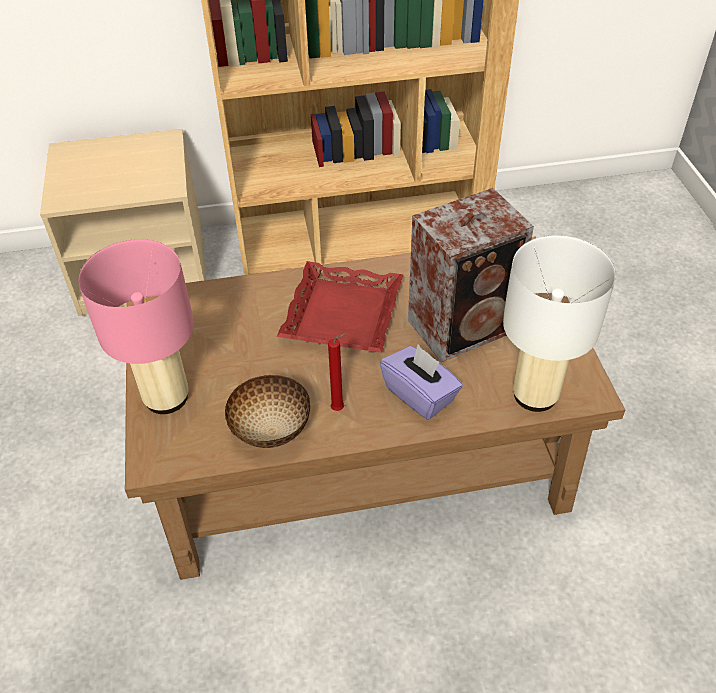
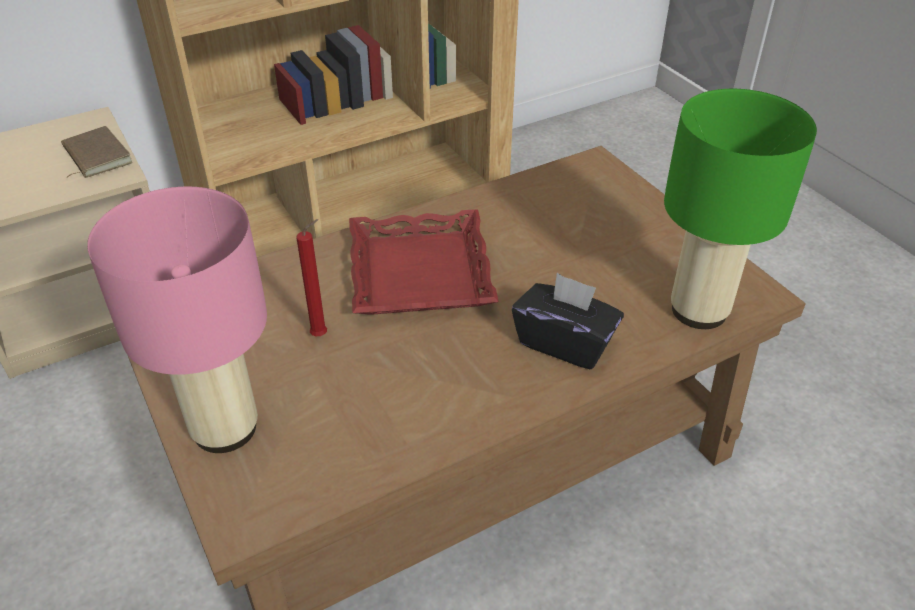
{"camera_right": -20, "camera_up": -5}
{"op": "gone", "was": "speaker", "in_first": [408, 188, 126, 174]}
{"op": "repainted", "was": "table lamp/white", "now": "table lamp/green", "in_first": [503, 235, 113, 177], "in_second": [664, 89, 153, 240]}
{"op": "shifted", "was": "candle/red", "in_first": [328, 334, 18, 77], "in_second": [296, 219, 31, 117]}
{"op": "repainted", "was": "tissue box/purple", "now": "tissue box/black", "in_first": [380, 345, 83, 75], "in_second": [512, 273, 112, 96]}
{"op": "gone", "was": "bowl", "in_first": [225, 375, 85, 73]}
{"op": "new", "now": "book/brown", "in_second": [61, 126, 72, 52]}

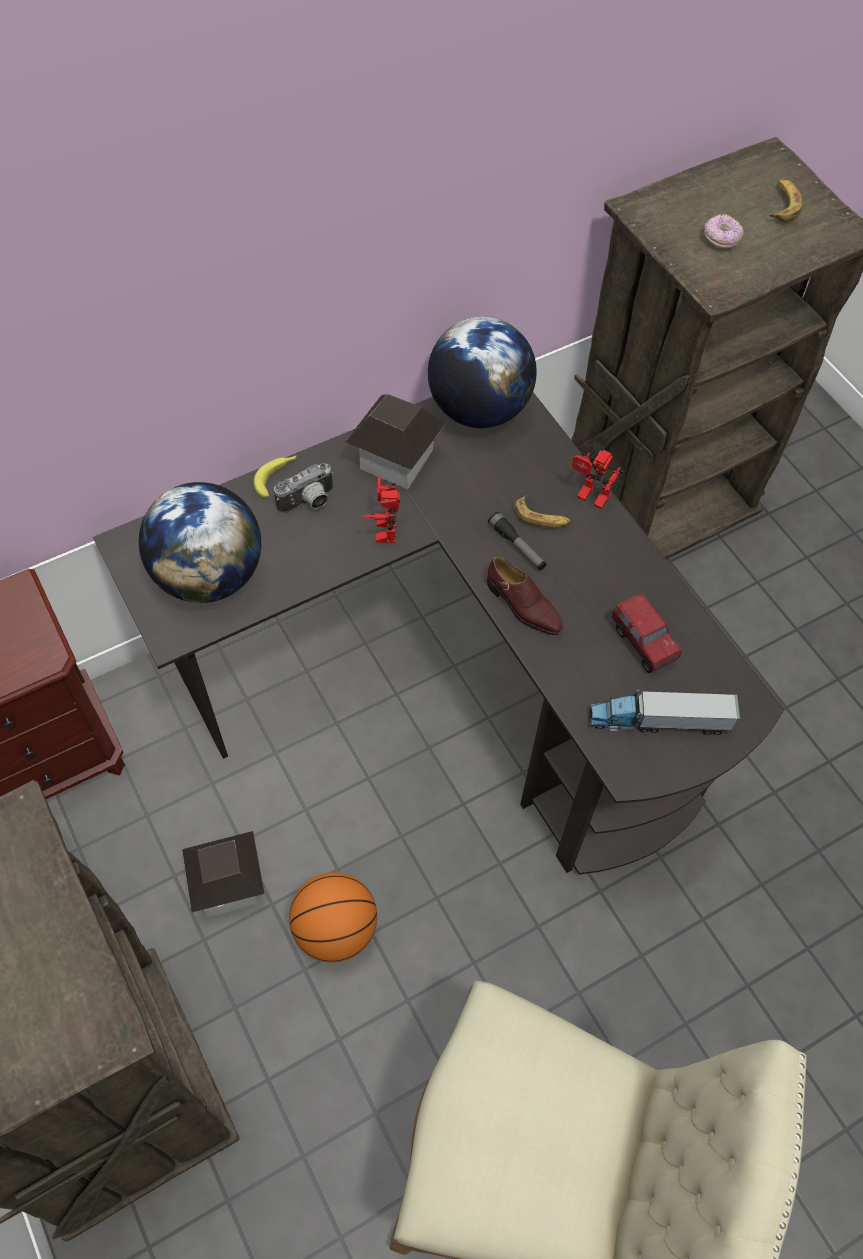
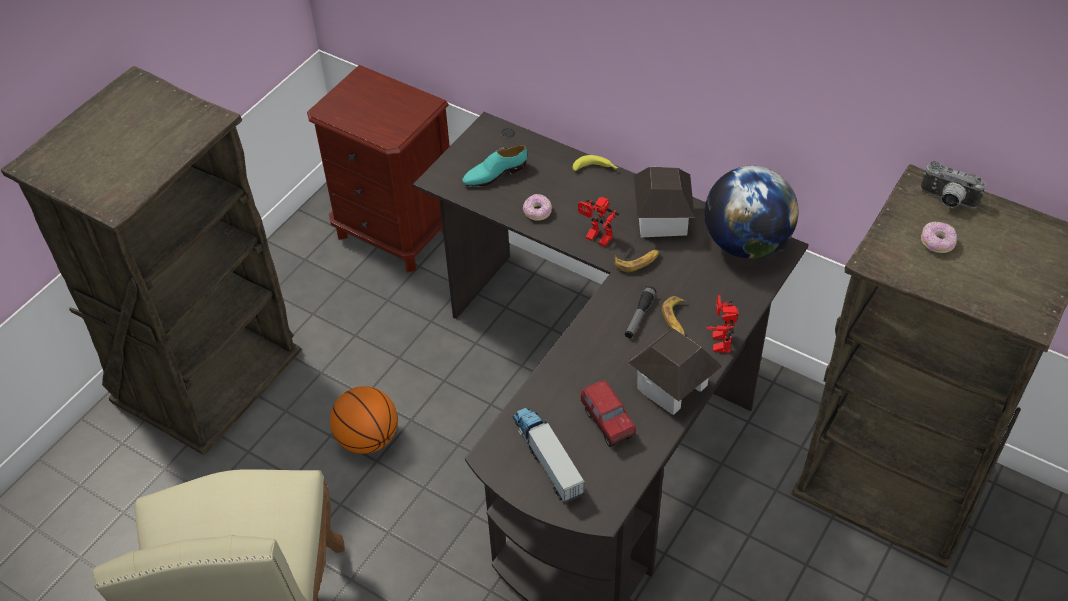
{"camera_right": 65, "camera_up": -10}
{"op": "shifted", "was": "banana", "in_first": [769, 180, 34, 42], "in_second": [614, 250, 45, 22]}
{"op": "shifted", "was": "photo camera", "in_first": [274, 463, 60, 50], "in_second": [920, 161, 65, 47]}
{"op": "rotated", "was": "toy robot", "in_first": [361, 476, 39, 67], "in_second": [578, 197, 41, 50], "clockwise": -120}
{"op": "swapped", "was": "globe", "now": "shoe/turquoise", "in_first": [139, 482, 122, 121], "in_second": [462, 145, 65, 42]}
{"op": "gone", "was": "shoe/brown", "in_first": [487, 556, 76, 79]}
{"op": "rotated", "was": "toy truck", "in_first": [611, 594, 71, 79], "in_second": [581, 380, 55, 67], "clockwise": -60}
{"op": "shifted", "was": "toy house", "in_first": [182, 831, 82, 86], "in_second": [628, 329, 95, 86]}
{"op": "new", "now": "donut", "in_second": [523, 194, 29, 27]}

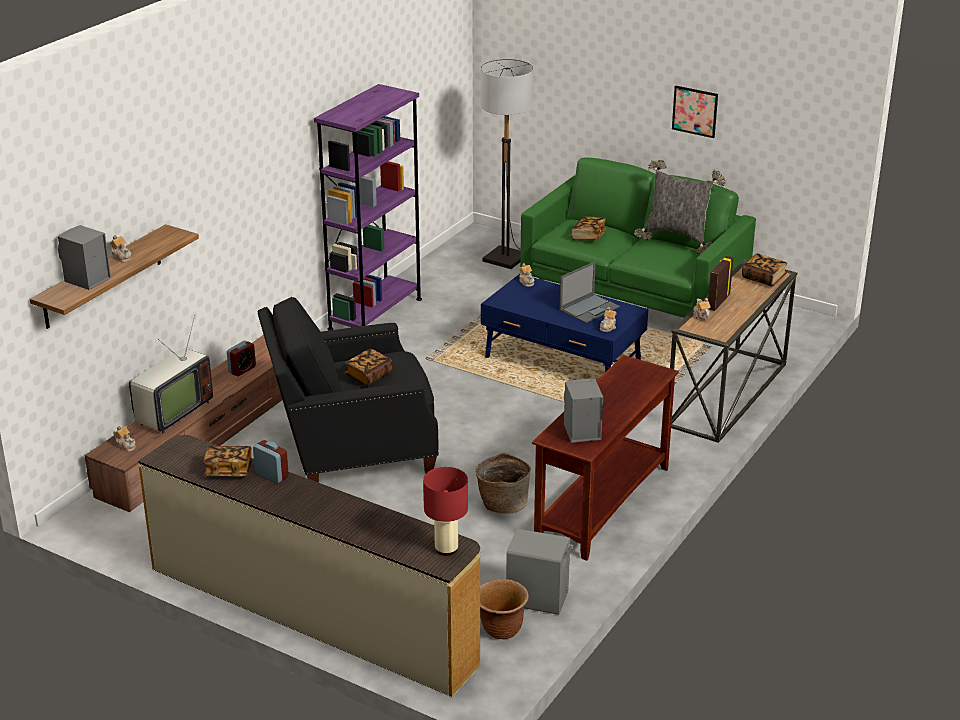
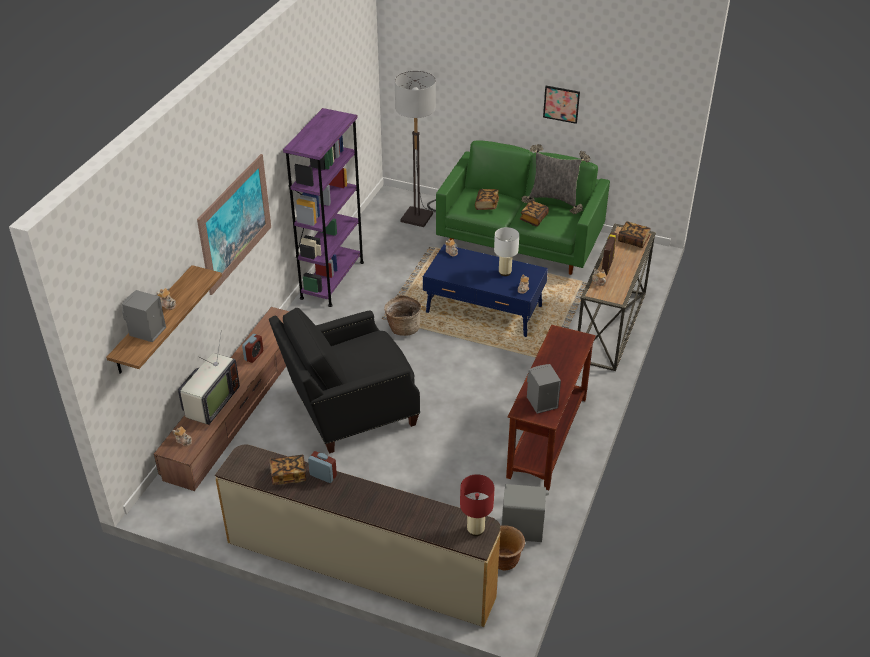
{"camera_right": -10, "camera_up": 10}
{"op": "swapped", "was": "laptop", "now": "table lamp/white", "in_first": [559, 262, 61, 61], "in_second": [494, 227, 25, 49]}
{"op": "shifted", "was": "book", "in_first": [345, 348, 48, 39], "in_second": [520, 201, 29, 26]}
{"op": "shifted", "was": "basket", "in_first": [475, 453, 56, 61], "in_second": [384, 294, 37, 42]}
{"op": "new", "now": "picture", "in_second": [197, 154, 74, 141]}

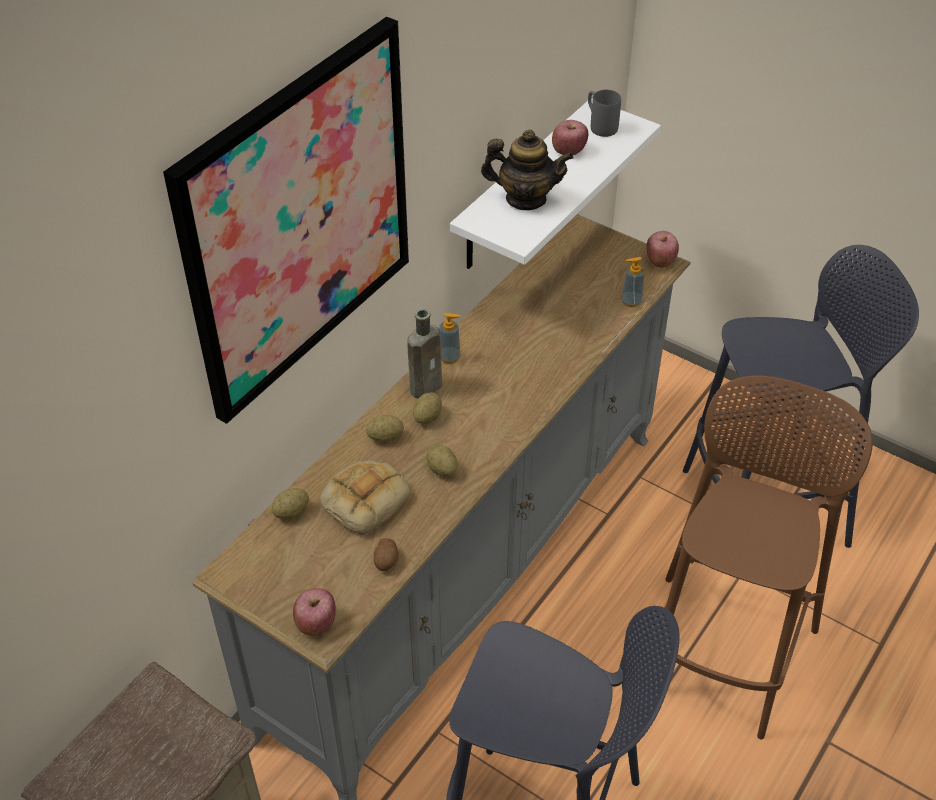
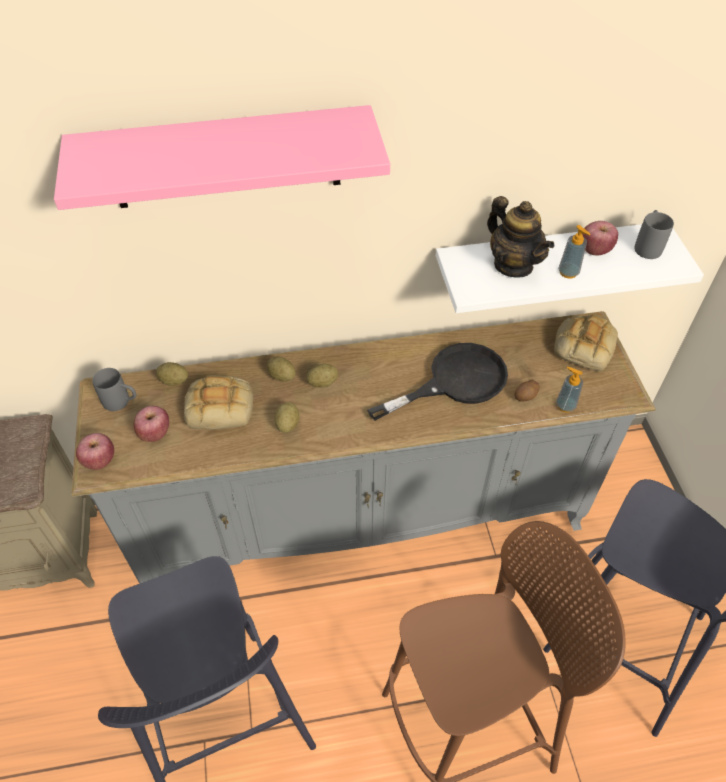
{"camera_right": 45, "camera_up": 5}
{"op": "swapped", "was": "picture", "now": "shelf/pink", "in_first": [163, 17, 246, 407], "in_second": [54, 105, 336, 105]}
{"op": "shifted", "was": "apple", "in_first": [646, 231, 33, 37], "in_second": [134, 406, 35, 36]}
{"op": "gone", "was": "bottle/brown", "in_first": [407, 309, 35, 89]}
{"op": "shifted", "was": "soap dispenser", "in_first": [439, 313, 22, 51], "in_second": [558, 225, 33, 53]}
{"op": "shifted", "was": "potato", "in_first": [374, 538, 25, 33], "in_second": [515, 380, 24, 22]}
{"op": "new", "now": "bread", "in_second": [554, 314, 64, 57]}
{"op": "new", "now": "frying pan/black", "in_second": [367, 343, 141, 78]}
{"op": "new", "now": "mug/grey", "in_second": [92, 368, 44, 43]}

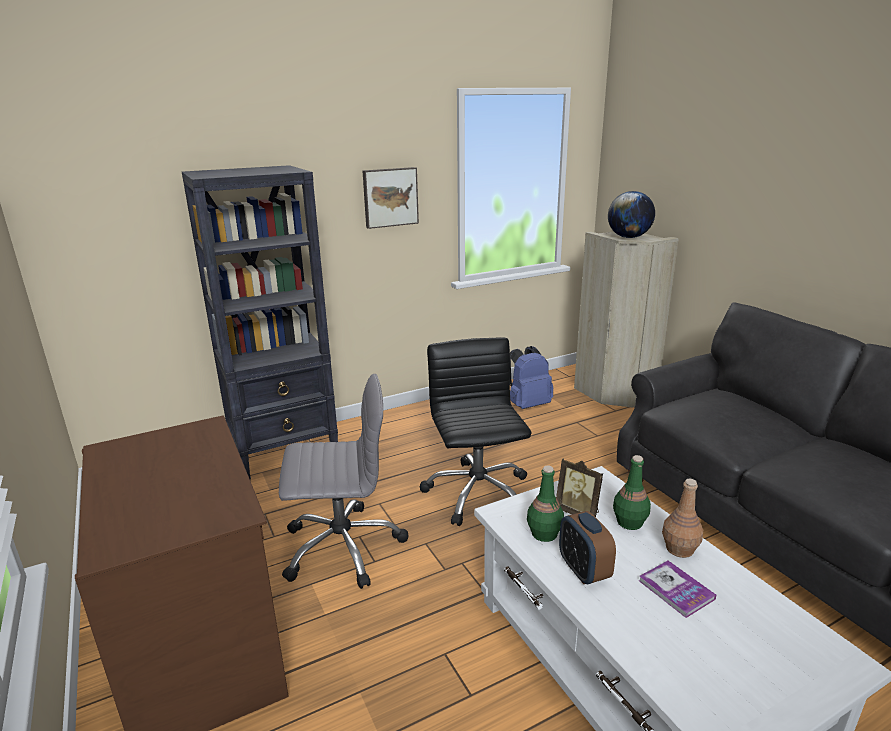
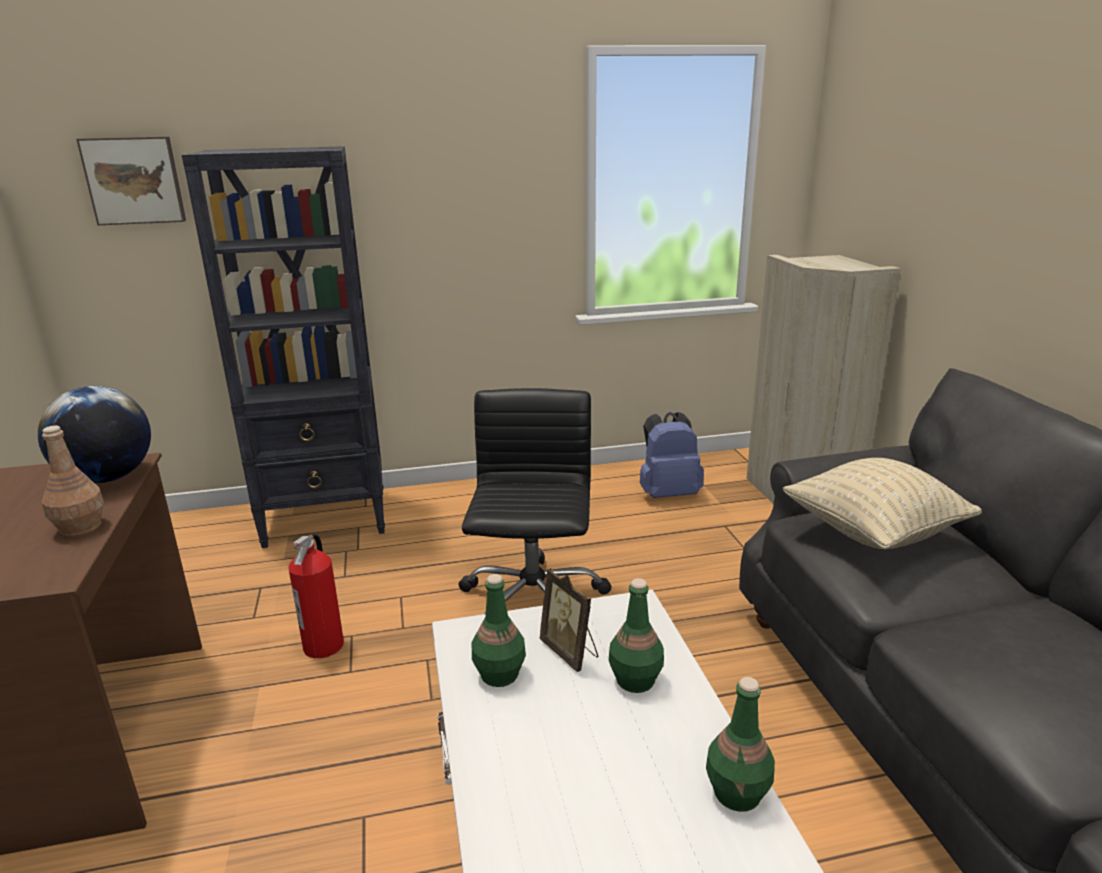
{"camera_right": 15, "camera_up": 0}
{"op": "shifted", "was": "picture", "in_first": [363, 167, 56, 62], "in_second": [76, 136, 110, 89]}
{"op": "shifted", "was": "globe", "in_first": [608, 191, 47, 47], "in_second": [38, 386, 113, 97]}
{"op": "swapped", "was": "office chair/grey", "now": "fire extinguisher", "in_first": [279, 374, 130, 215], "in_second": [288, 534, 56, 124]}
{"op": "shifted", "was": "bottle/brown", "in_first": [662, 479, 41, 79], "in_second": [42, 426, 62, 111]}
{"op": "gone", "was": "alarm clock", "in_first": [559, 511, 57, 73]}
{"op": "gone", "was": "book", "in_first": [639, 561, 77, 57]}
{"op": "new", "now": "pillow/beige", "in_second": [783, 458, 199, 91]}
{"op": "new", "now": "bottle/green", "in_second": [706, 677, 69, 135]}

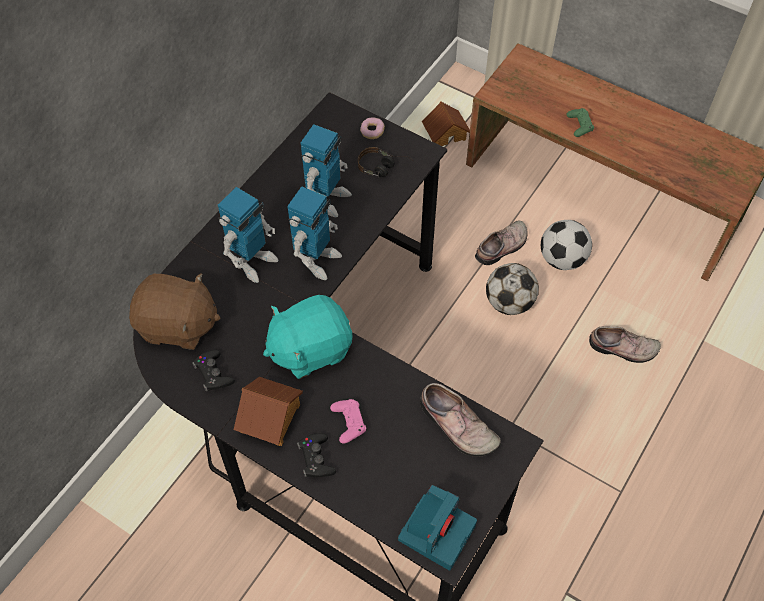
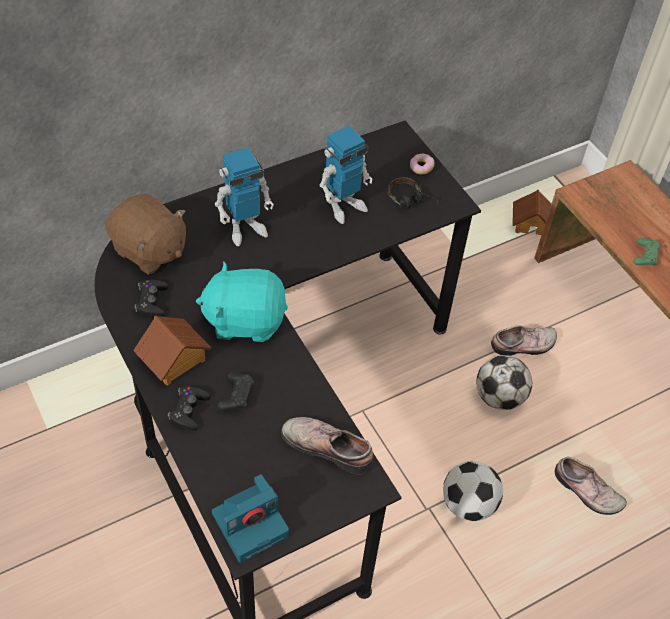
{"camera_right": 25, "camera_up": -5}
{"op": "gone", "was": "toy robot", "in_first": [287, 186, 55, 94]}
{"op": "shifted", "was": "football", "in_first": [541, 220, 51, 50], "in_second": [443, 461, 60, 60]}
{"op": "rotated", "was": "shoe", "in_first": [420, 383, 81, 74], "in_second": [281, 417, 93, 58], "clockwise": 135}
{"op": "repainted", "was": "game controller/pink", "now": "game controller/black", "in_first": [330, 399, 36, 45], "in_second": [217, 372, 37, 38]}

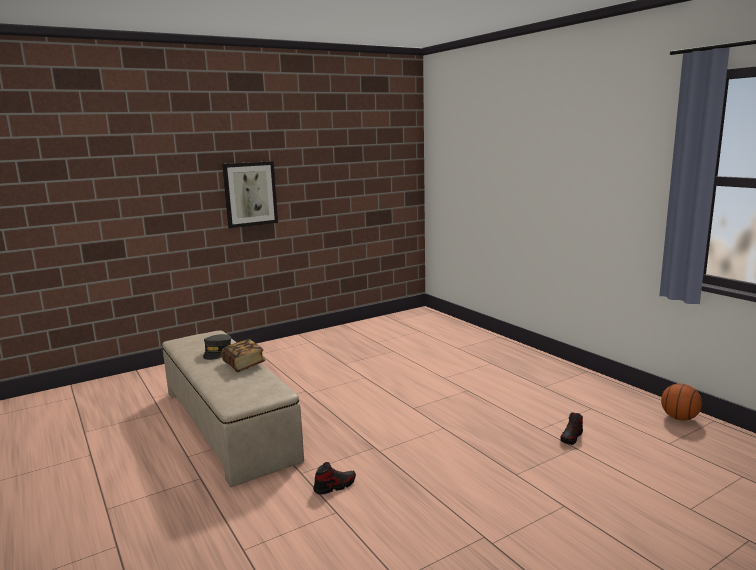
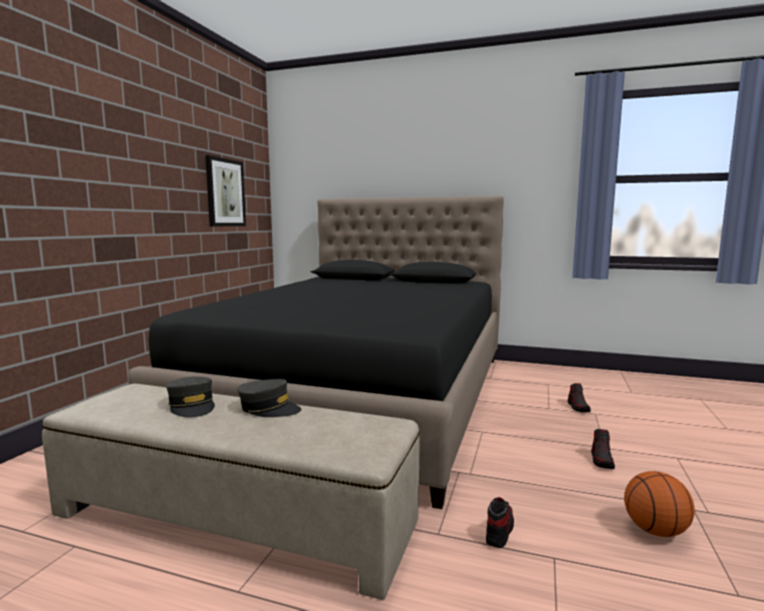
{"camera_right": -40, "camera_up": -5}
{"op": "shifted", "was": "picture", "in_first": [222, 161, 56, 67], "in_second": [205, 155, 41, 72]}
{"op": "swapped", "was": "book", "now": "cap/grey", "in_first": [221, 339, 45, 33], "in_second": [237, 379, 65, 38]}
{"op": "shifted", "was": "basketball", "in_first": [661, 383, 41, 37], "in_second": [624, 471, 71, 66]}
{"op": "new", "now": "bed/black", "in_second": [128, 196, 376, 313]}
{"op": "new", "now": "shoe", "in_second": [591, 429, 24, 40]}

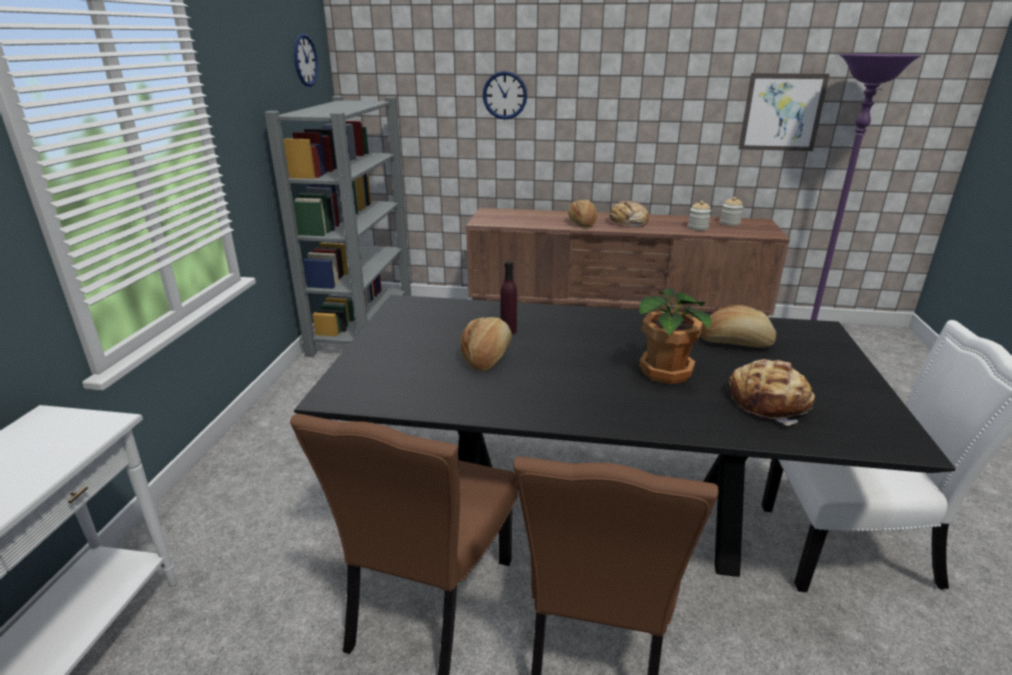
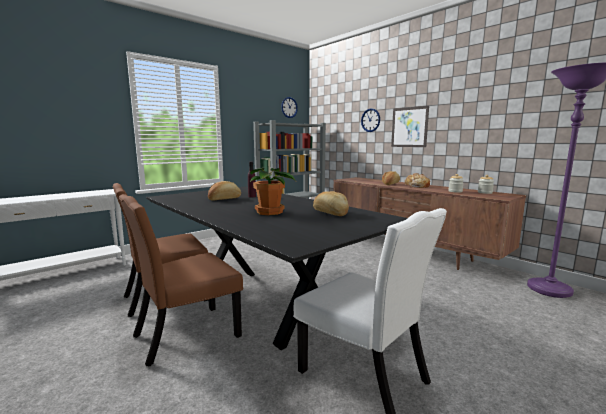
{"camera_right": 40, "camera_up": -15}
{"op": "shifted", "was": "picture", "in_first": [739, 73, 91, 78], "in_second": [391, 106, 38, 41]}
{"op": "gone", "was": "bread", "in_first": [729, 359, 86, 67]}

